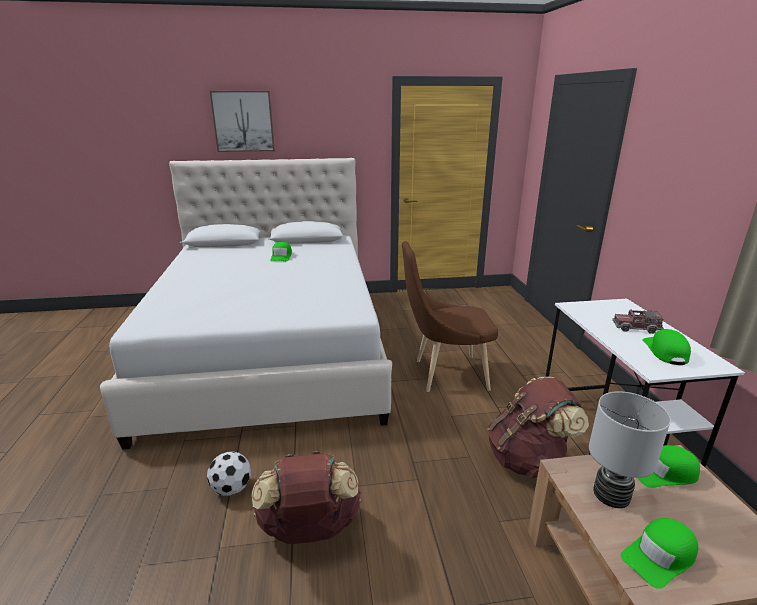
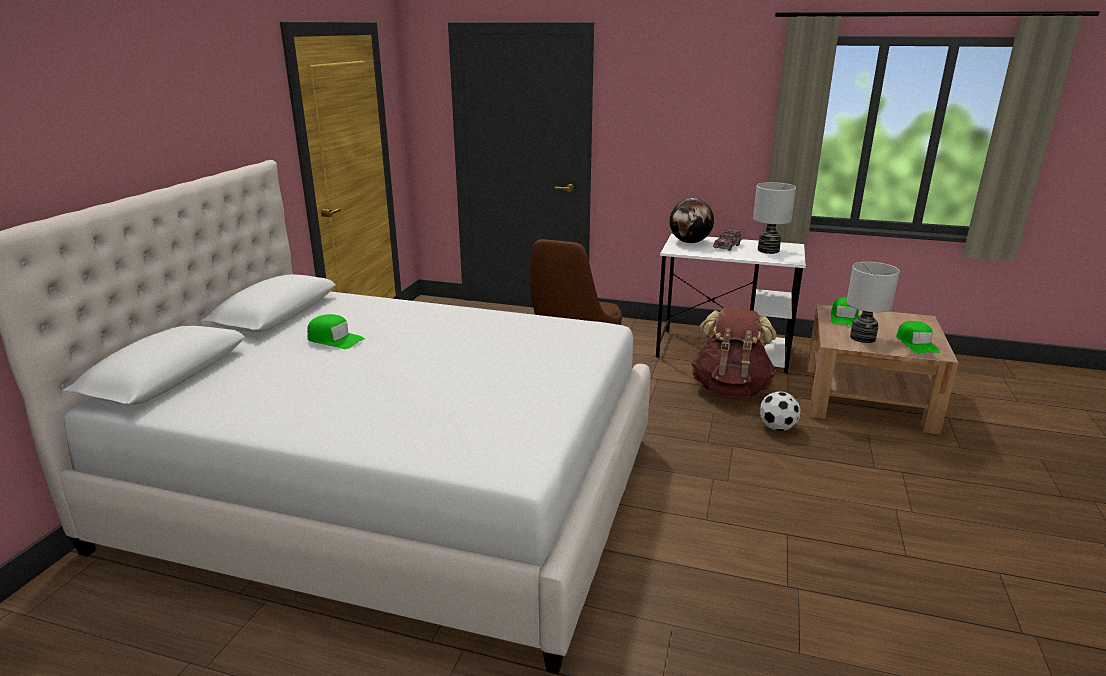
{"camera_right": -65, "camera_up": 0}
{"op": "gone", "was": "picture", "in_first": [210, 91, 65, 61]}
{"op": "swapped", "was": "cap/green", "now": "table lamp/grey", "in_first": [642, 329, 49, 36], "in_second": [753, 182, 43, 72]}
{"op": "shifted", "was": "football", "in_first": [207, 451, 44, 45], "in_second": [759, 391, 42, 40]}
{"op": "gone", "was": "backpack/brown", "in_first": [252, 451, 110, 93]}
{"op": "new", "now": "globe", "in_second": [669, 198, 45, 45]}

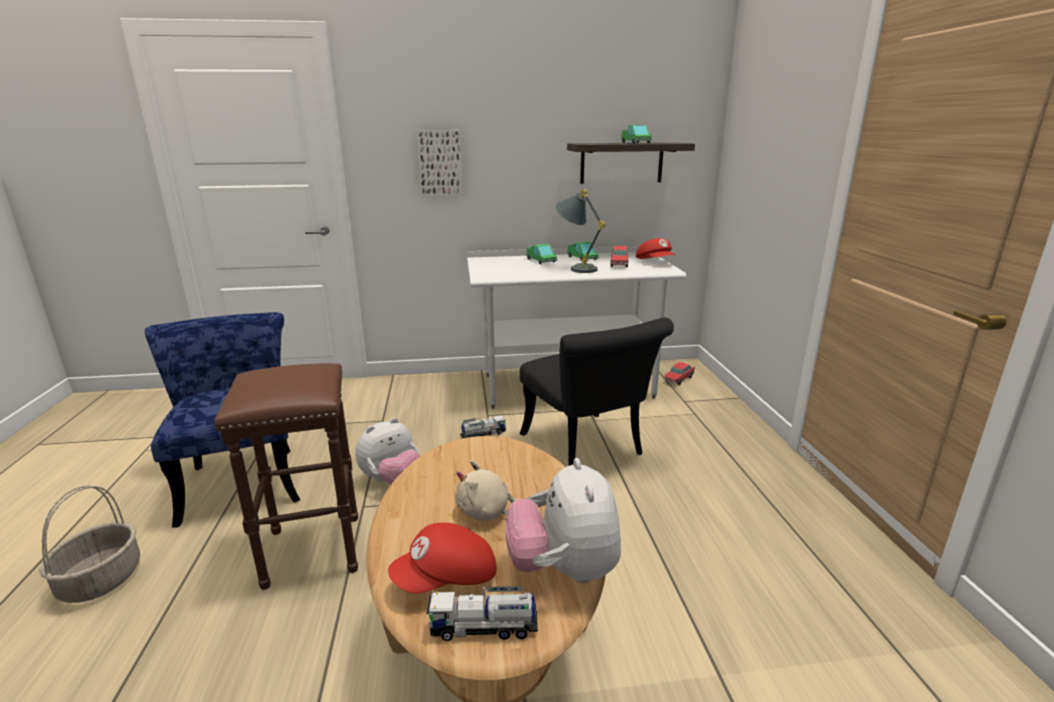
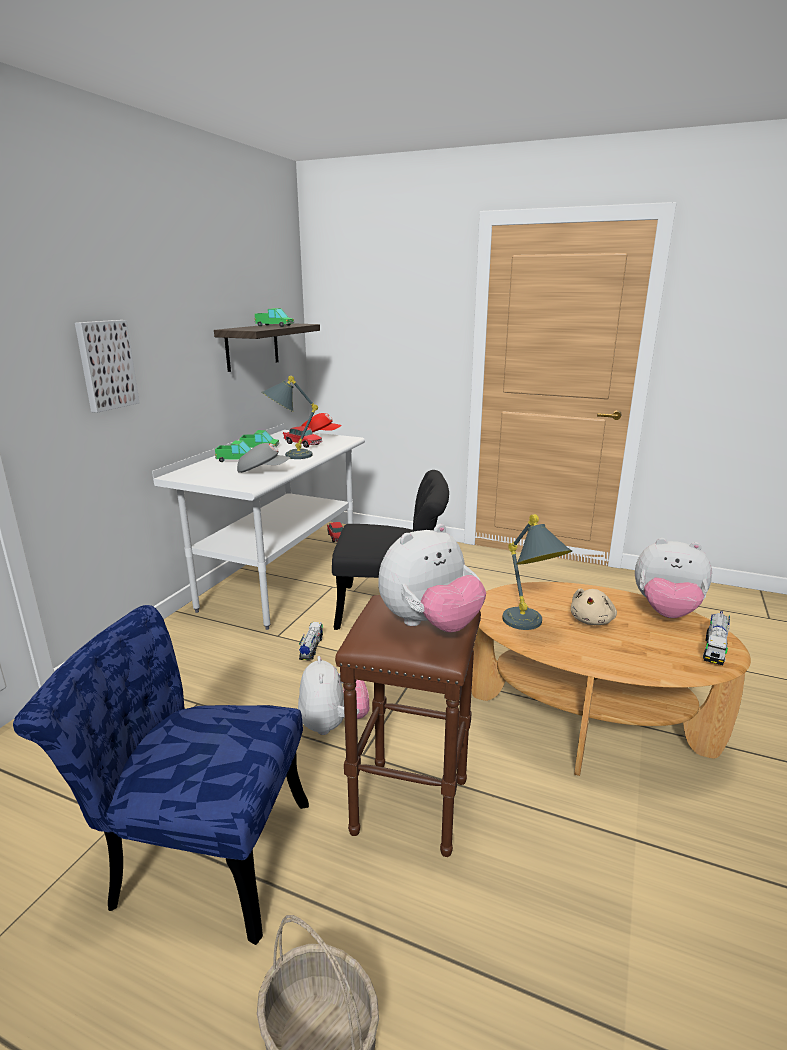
{"camera_right": -60, "camera_up": 0}
{"op": "gone", "was": "cap/red", "in_first": [388, 523, 108, 70]}
{"op": "new", "now": "cap/grey", "in_second": [237, 443, 53, 30]}
{"op": "new", "now": "table lamp/grey", "in_second": [502, 514, 70, 116]}
{"op": "new", "now": "plush toy", "in_second": [378, 524, 108, 109]}

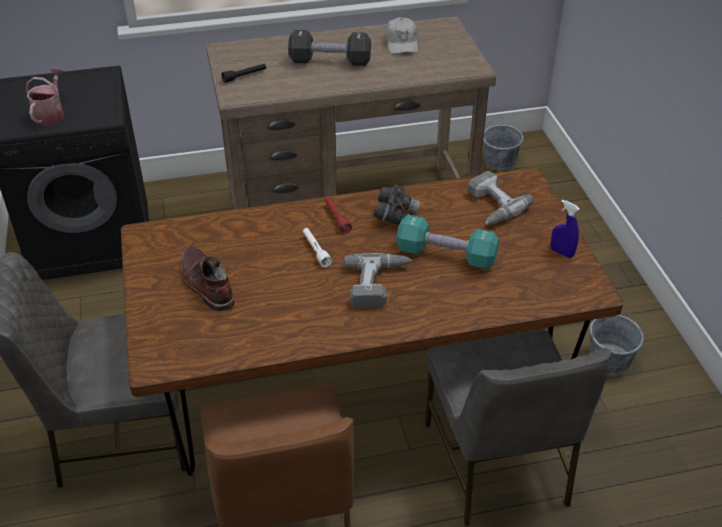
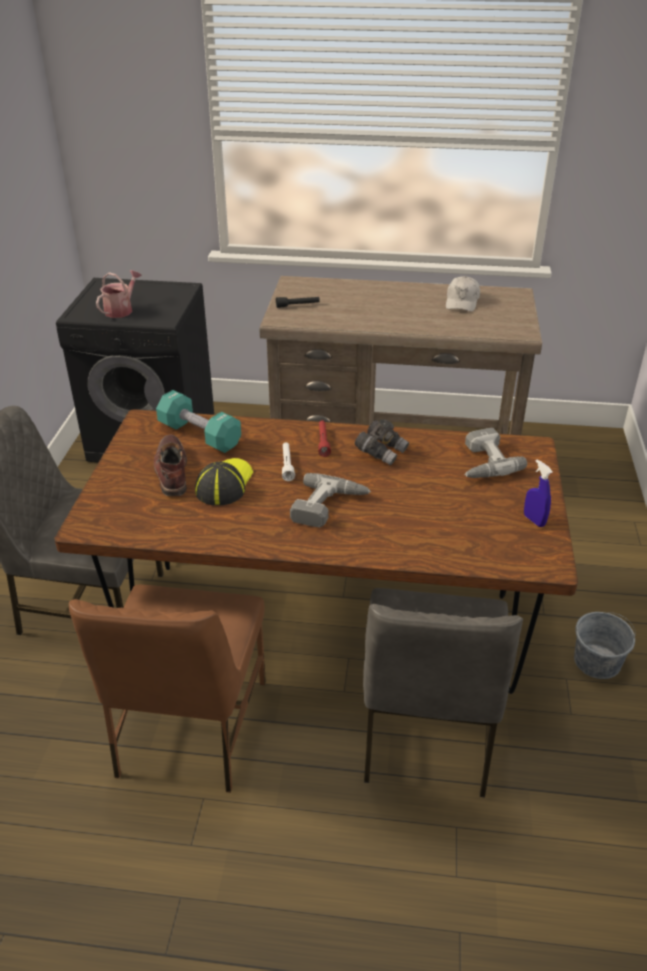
{"camera_right": 20, "camera_up": -5}
{"op": "gone", "was": "dumbbell/black", "in_first": [288, 30, 83, 36]}
{"op": "gone", "was": "bucket/grey", "in_first": [483, 118, 41, 52]}
{"op": "shifted", "was": "dumbbell/turquoise", "in_first": [396, 214, 103, 55], "in_second": [156, 390, 85, 63]}
{"op": "new", "now": "cap", "in_second": [195, 458, 58, 48]}

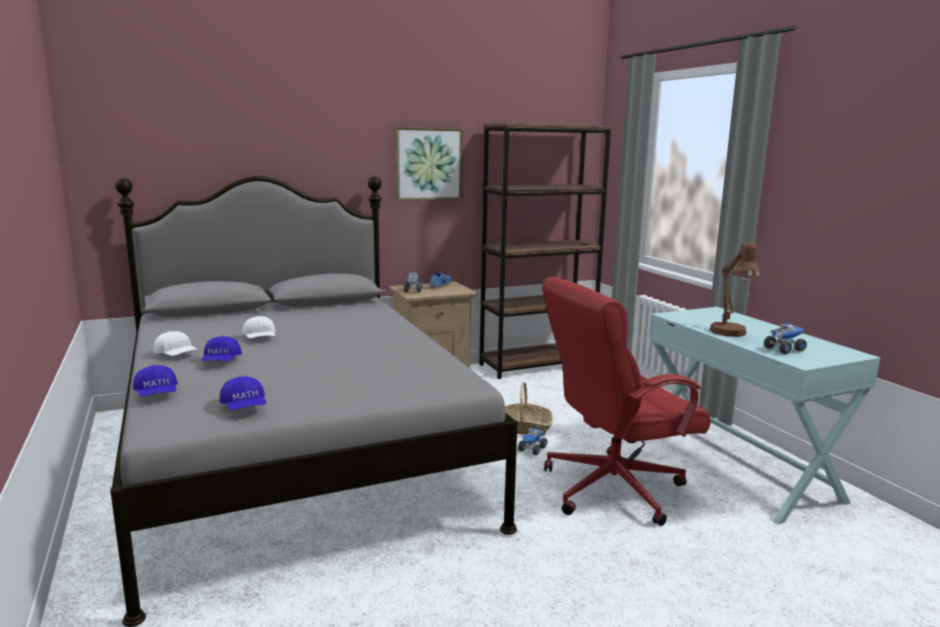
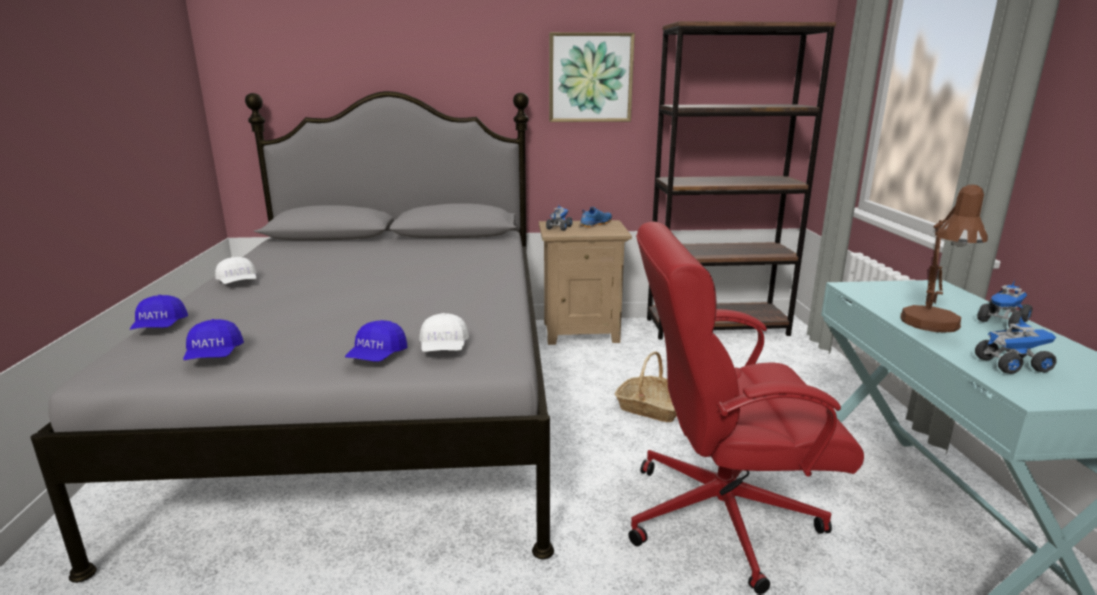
{"camera_right": 20, "camera_up": 5}
{"op": "shifted", "was": "cap/white", "in_first": [242, 316, 34, 23], "in_second": [419, 313, 50, 39]}
{"op": "shifted", "was": "cap/blue", "in_first": [201, 336, 41, 25], "in_second": [345, 320, 63, 42]}
{"op": "shifted", "was": "toy truck", "in_first": [518, 425, 29, 30], "in_second": [977, 280, 56, 49]}

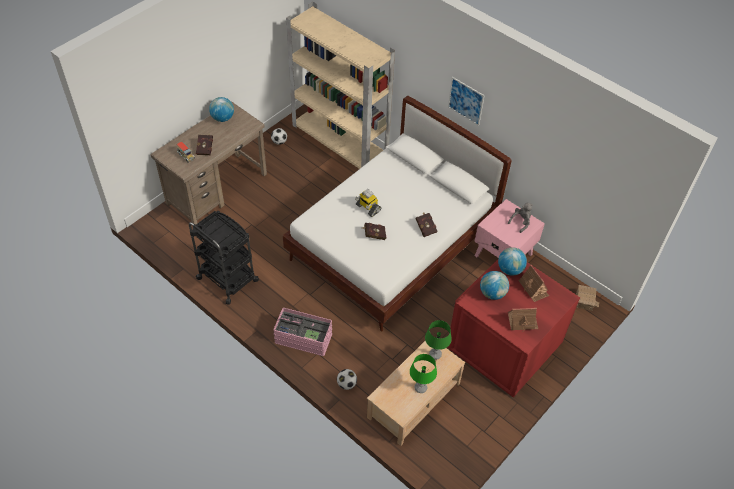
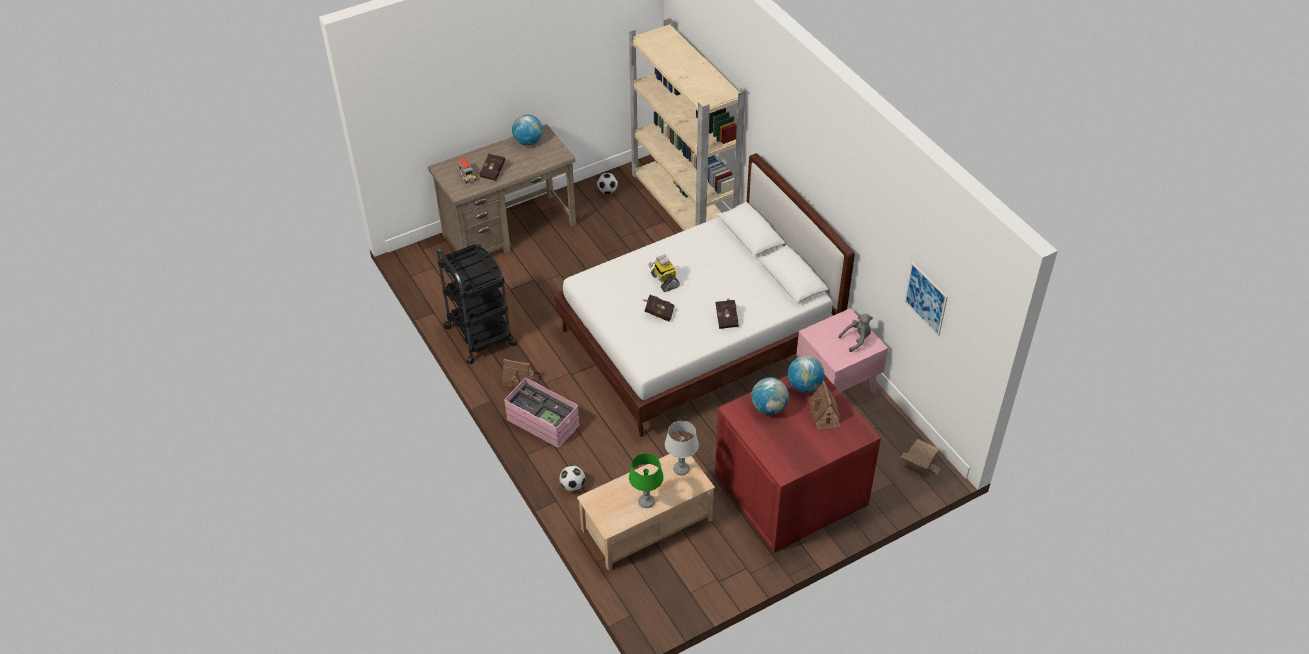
{"camera_right": 20, "camera_up": -5}
{"op": "shifted", "was": "picture", "in_first": [448, 77, 37, 49], "in_second": [904, 262, 44, 74]}
{"op": "shifted", "was": "toy house", "in_first": [508, 308, 30, 23], "in_second": [502, 359, 37, 30]}
{"op": "repainted", "was": "table lamp/green", "now": "table lamp/grey", "in_first": [425, 320, 27, 40], "in_second": [665, 421, 34, 54]}

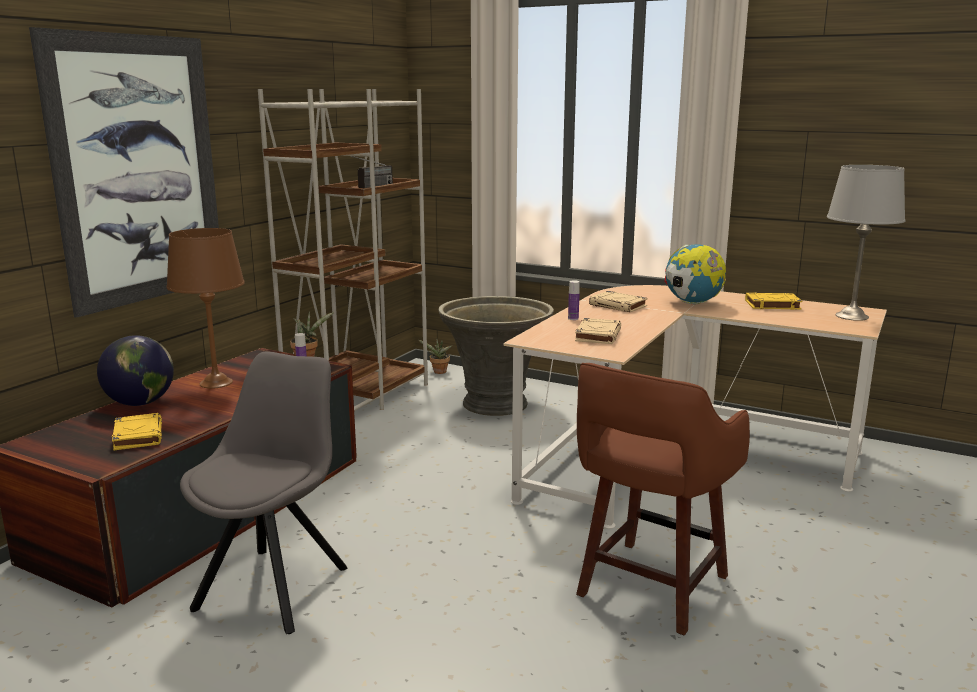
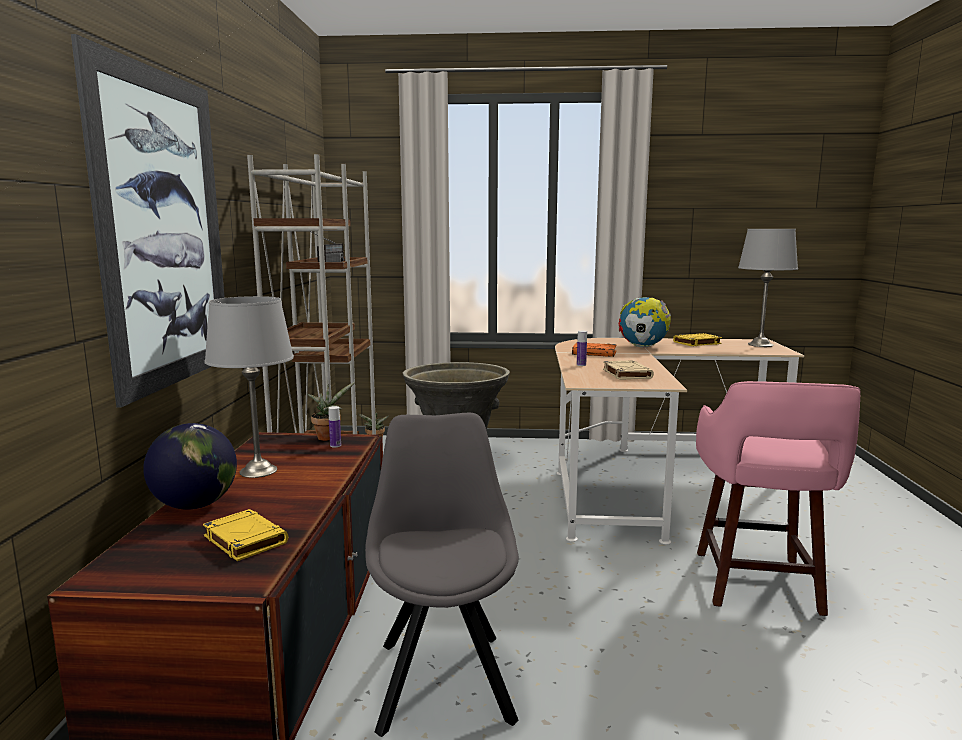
{"camera_right": -25, "camera_up": -5}
{"op": "repainted", "was": "table lamp/brown", "now": "table lamp/grey", "in_first": [166, 228, 79, 161], "in_second": [204, 296, 90, 182]}
{"op": "repainted", "was": "book/beige", "now": "book/orange", "in_first": [589, 291, 59, 21], "in_second": [572, 343, 45, 14]}
{"op": "repainted", "was": "stool/brown", "now": "stool/pink", "in_first": [576, 363, 174, 272], "in_second": [696, 381, 165, 235]}

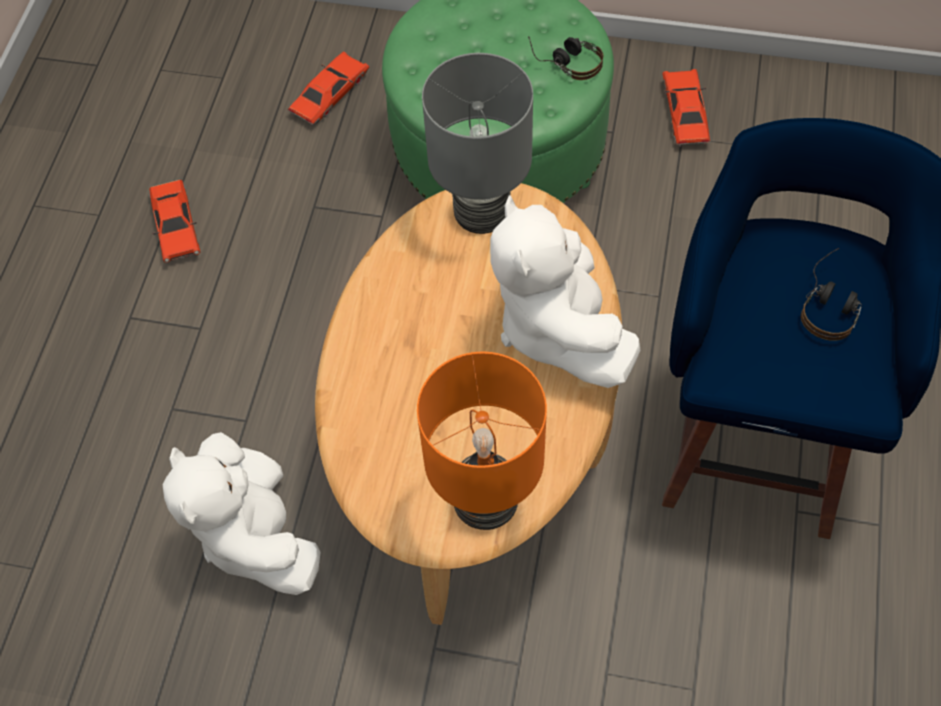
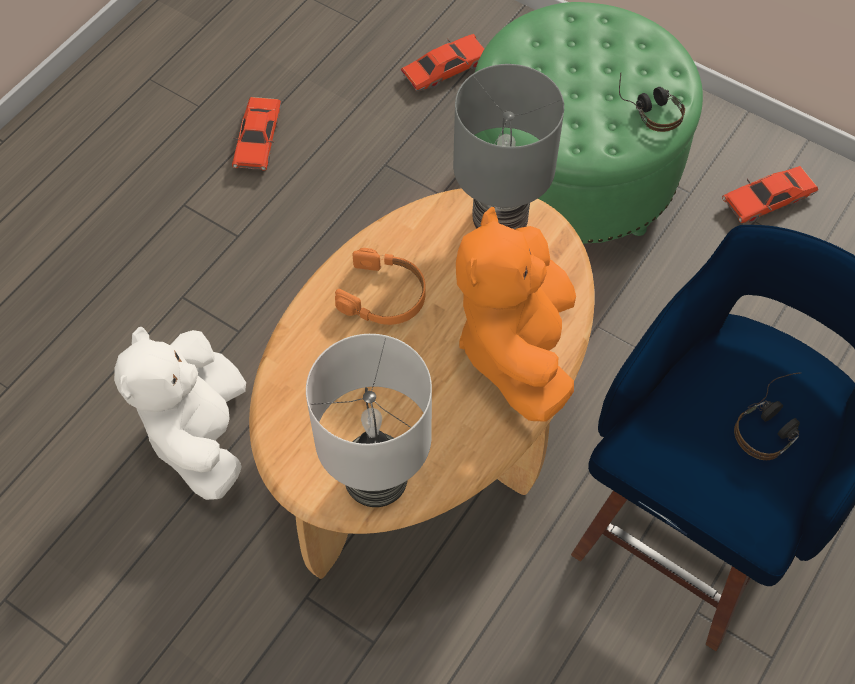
{"camera_right": 20, "camera_up": 0}
{"op": "rotated", "was": "toy car/red", "in_first": [662, 69, 48, 78], "in_second": [722, 166, 96, 58], "clockwise": -135}
{"op": "repainted", "was": "plush toy/white", "now": "plush toy/orange", "in_first": [490, 195, 150, 193], "in_second": [456, 207, 120, 214]}
{"op": "repainted", "was": "table lamp/orange", "now": "table lamp/grey", "in_first": [417, 352, 130, 178], "in_second": [306, 334, 126, 173]}
{"op": "new", "now": "headphones/orange", "in_second": [335, 248, 90, 77]}

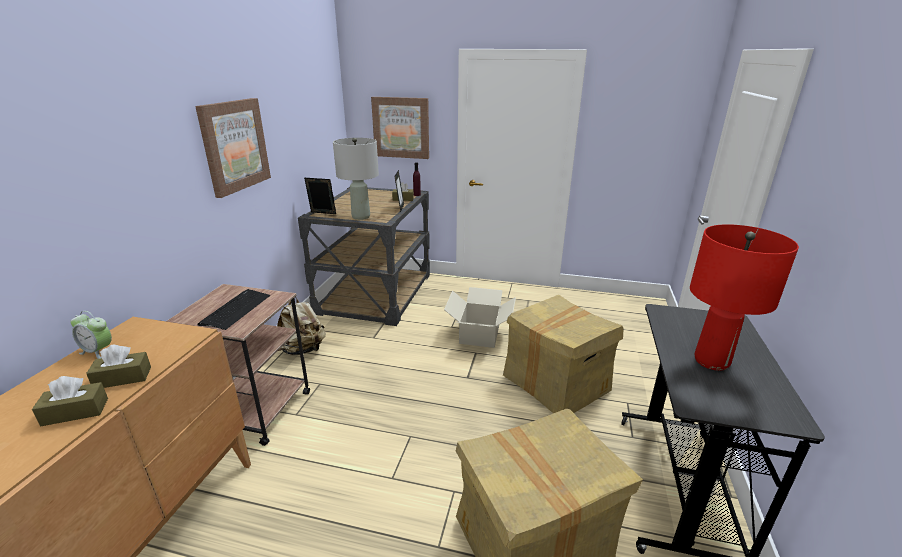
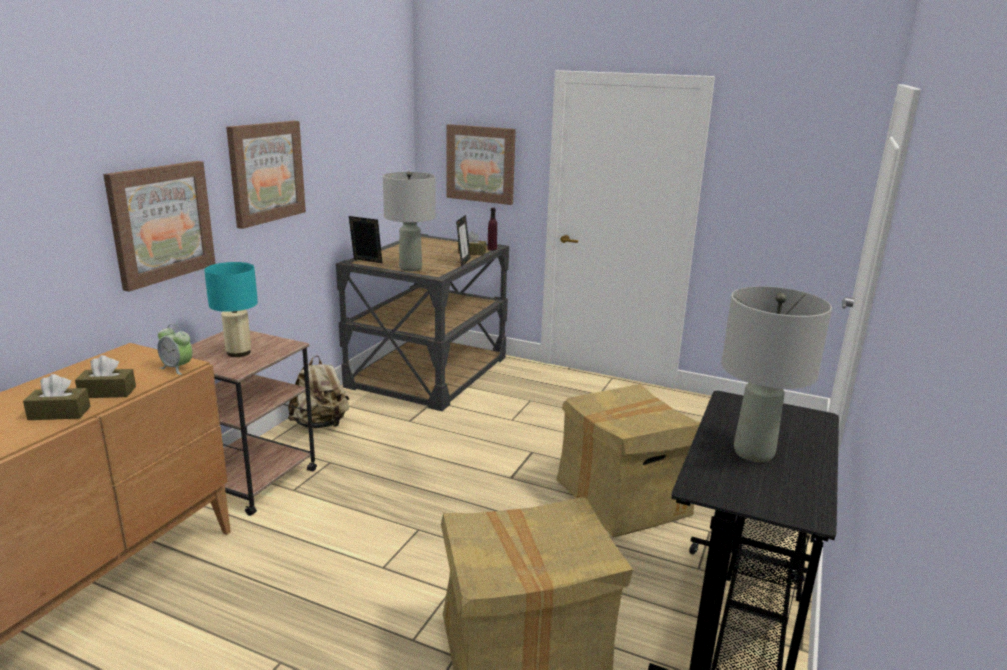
{"camera_right": 10, "camera_up": -5}
{"op": "repainted", "was": "table lamp/red", "now": "table lamp/grey", "in_first": [690, 224, 109, 147], "in_second": [721, 286, 111, 176]}
{"op": "gone", "was": "cardboard box", "in_first": [444, 287, 72, 61]}
{"op": "swapped", "was": "keyboard", "now": "table lamp/turquoise", "in_first": [197, 289, 73, 41], "in_second": [204, 262, 54, 95]}
{"op": "shifted", "was": "alarm clock", "in_first": [71, 311, 41, 48], "in_second": [157, 324, 35, 51]}
{"op": "new", "now": "picture", "in_second": [103, 161, 113, 131]}

